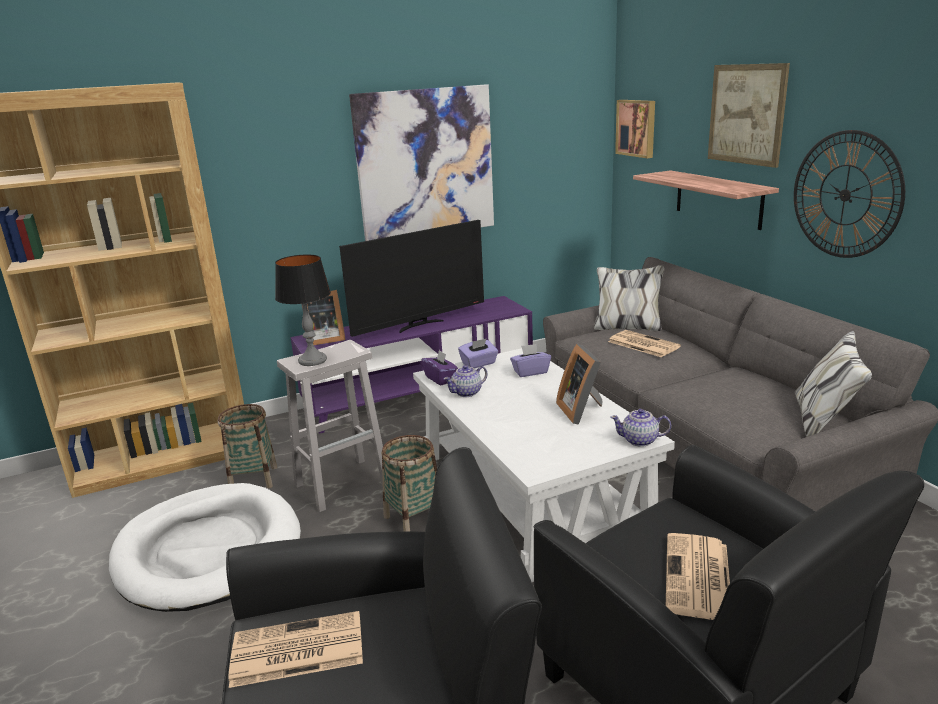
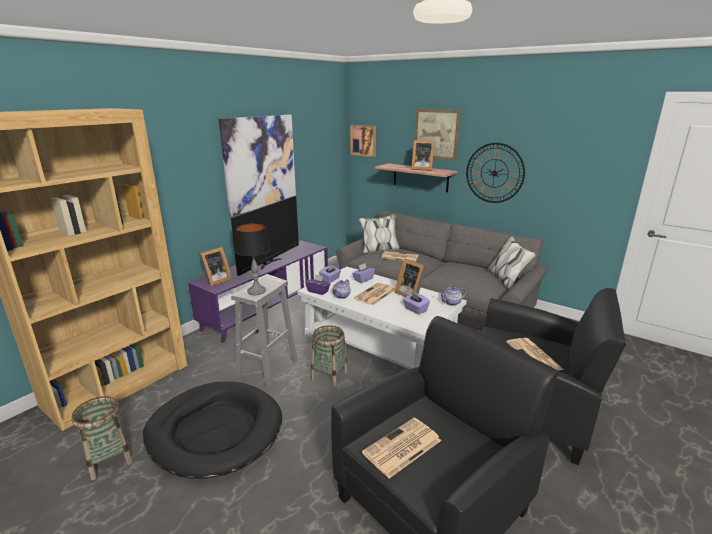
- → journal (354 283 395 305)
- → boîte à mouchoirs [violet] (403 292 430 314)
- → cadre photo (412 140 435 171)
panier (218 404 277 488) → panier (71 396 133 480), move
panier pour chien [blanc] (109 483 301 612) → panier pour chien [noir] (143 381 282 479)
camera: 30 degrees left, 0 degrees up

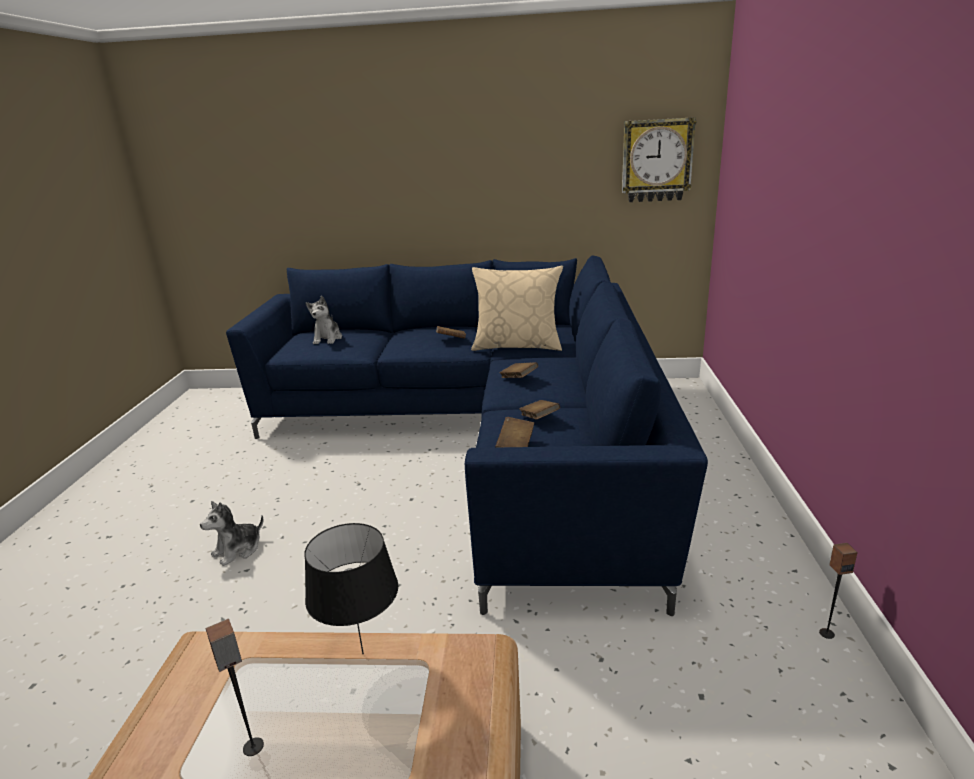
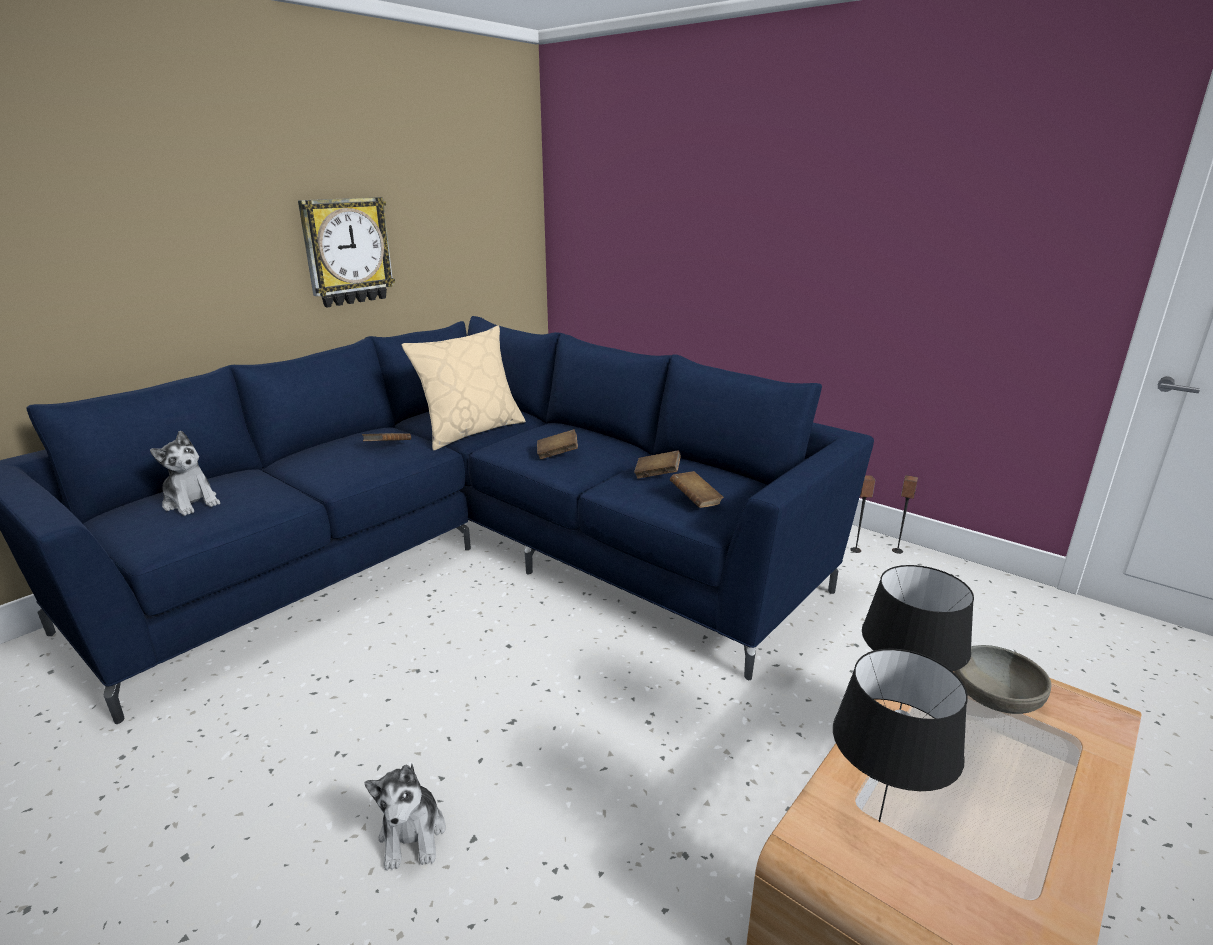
- → lampe de table [noir] (833 648 968 822)
- → bol [gris] (954 645 1052 714)
enceinte (206 619 264 756) → enceinte (850 475 875 553), move
horloge murale (622 117 696 202) → horloge murale (298 197 395 308), move
camera: 55 degrees left, 0 degrees up

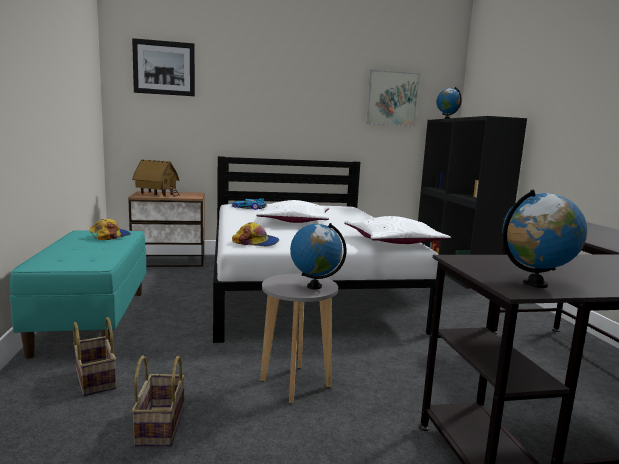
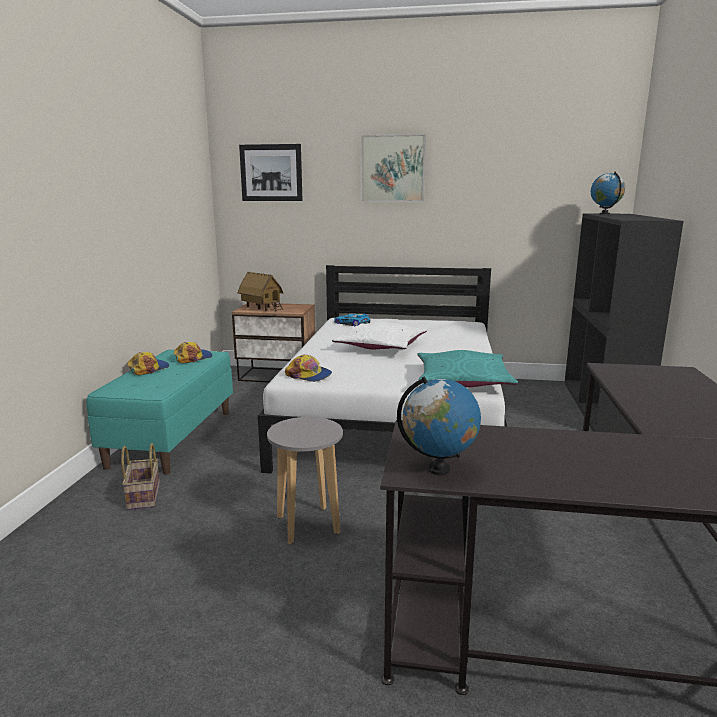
panier (132 356 185 447) → -
globe (290 223 347 290) → -
- → casquette (127 352 169 375)
tableau (366 69 420 127) → tableau (361 134 426 201), move
coussin [blanc] (344 216 451 244) → coussin [turquoise] (418 350 518 387)
camera: 20 degrees right, 5 degrees up

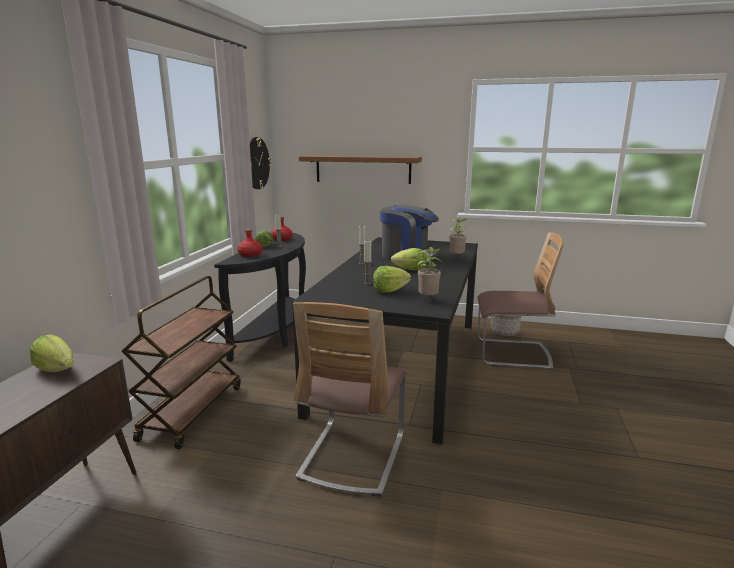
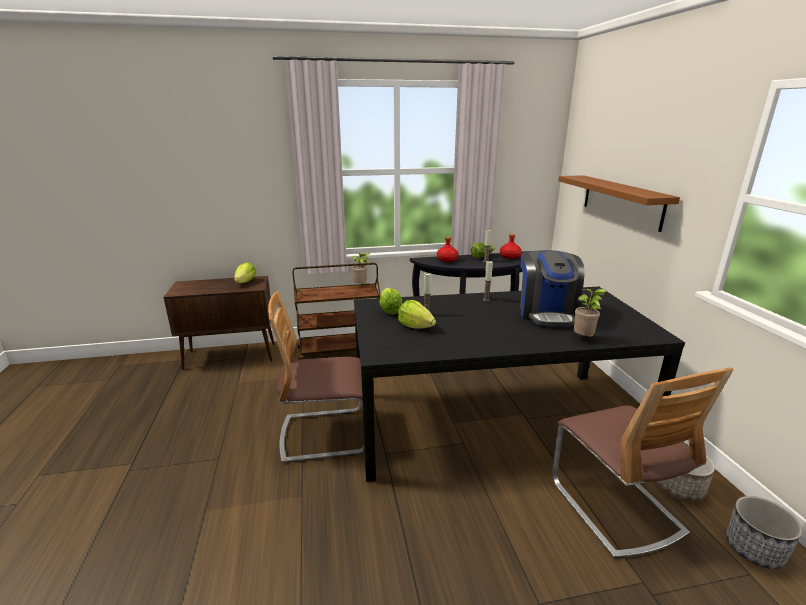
horloge murale (250 137 271 189) → -
- → cache-pot (726 496 802 569)
laitue (391 248 426 271) → laitue (380 288 402 315), move
plante en pot (418 247 442 296) → plante en pot (352 252 370 284), move
camera: 65 degrees right, 5 degrees up

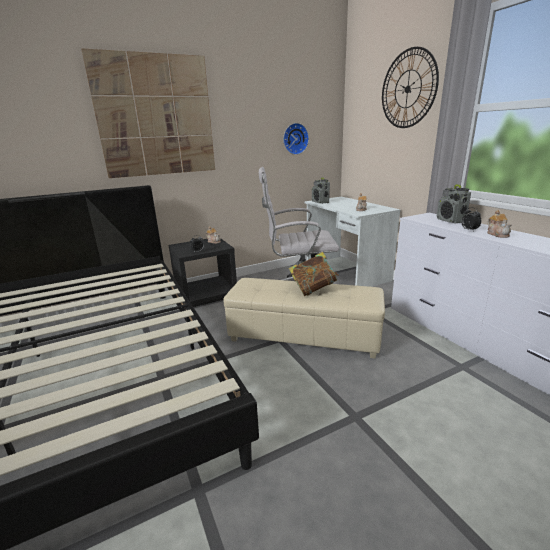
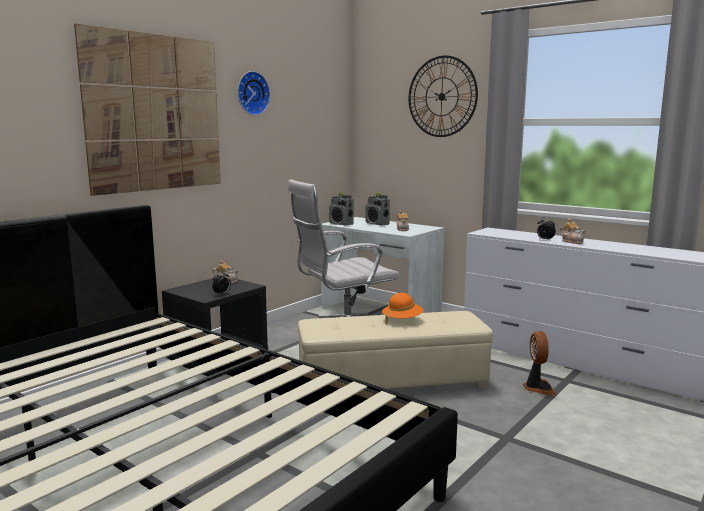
- → ventilateur (523 331 557 396)
horloge murale (283 123 309 155) → horloge murale (238 71 270 116), move
radio (437 184 471 224) → radio (365 193 390 226), move
livre (289 252 339 296) → chapeau [orange] (382 293 423 324)
camera: 25 degrees left, 10 degrees down

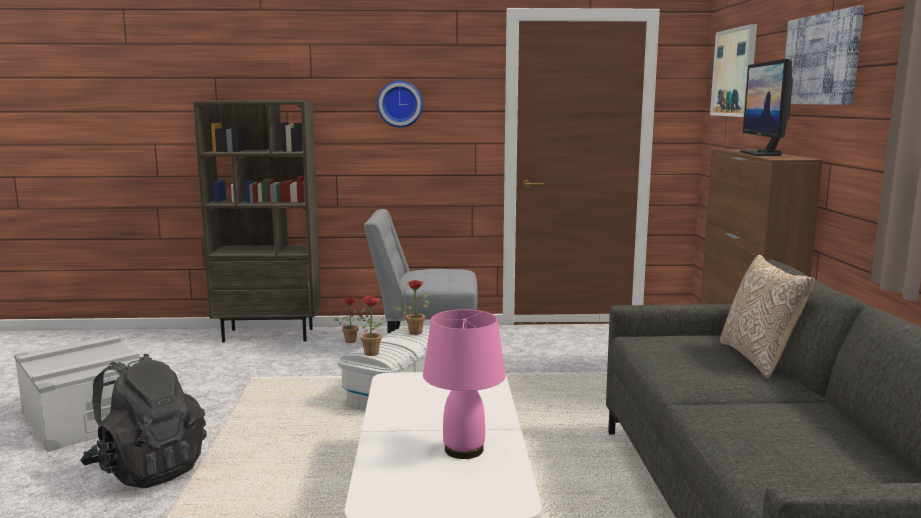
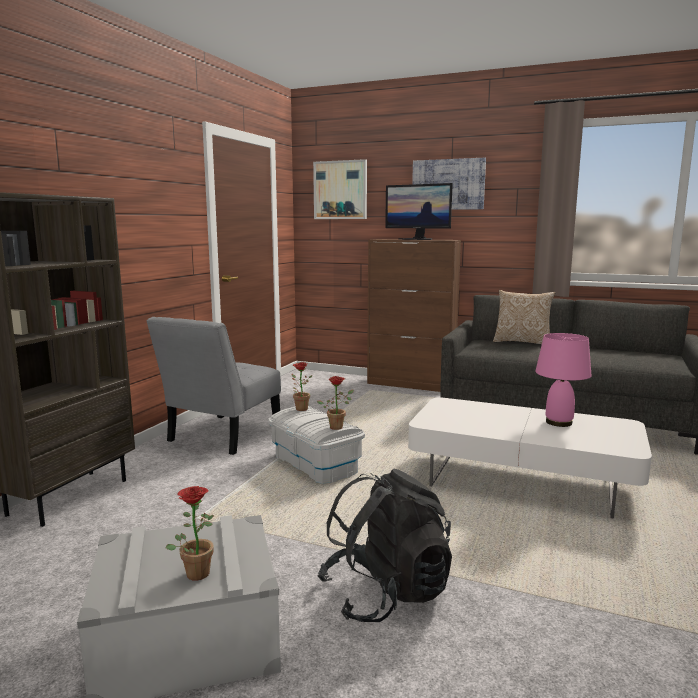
horloge murale (377 81 423 128) → -
plante en pot (334 297 366 343) → plante en pot (166 486 214 581), move
camera: 65 degrees left, 0 degrees up

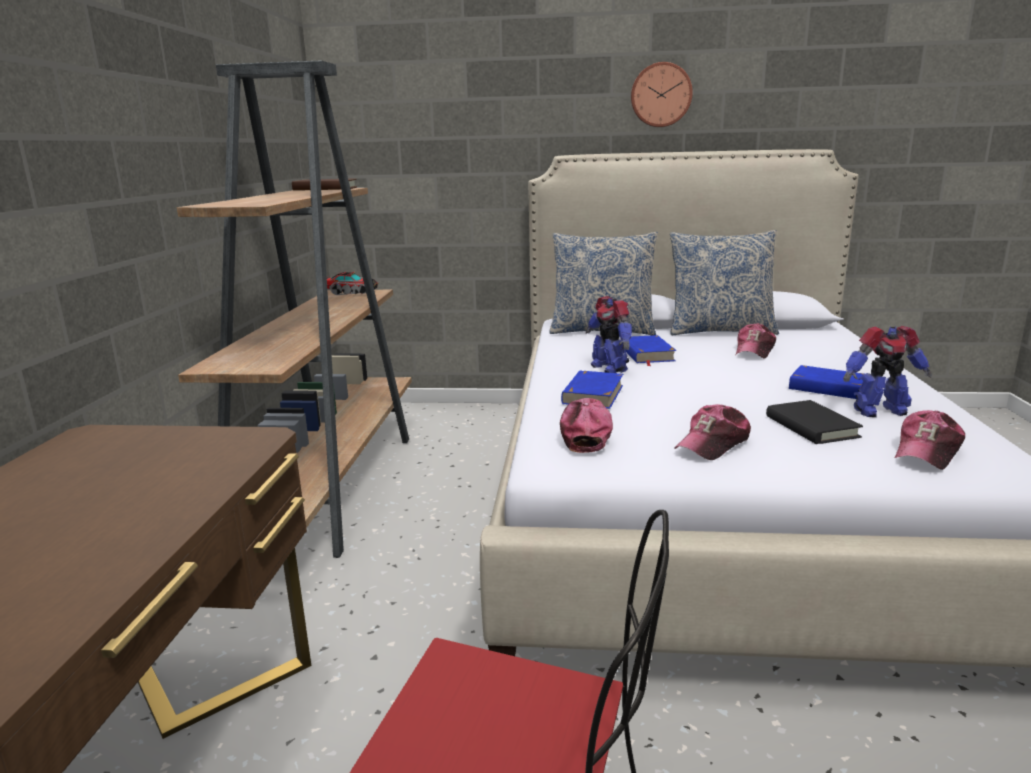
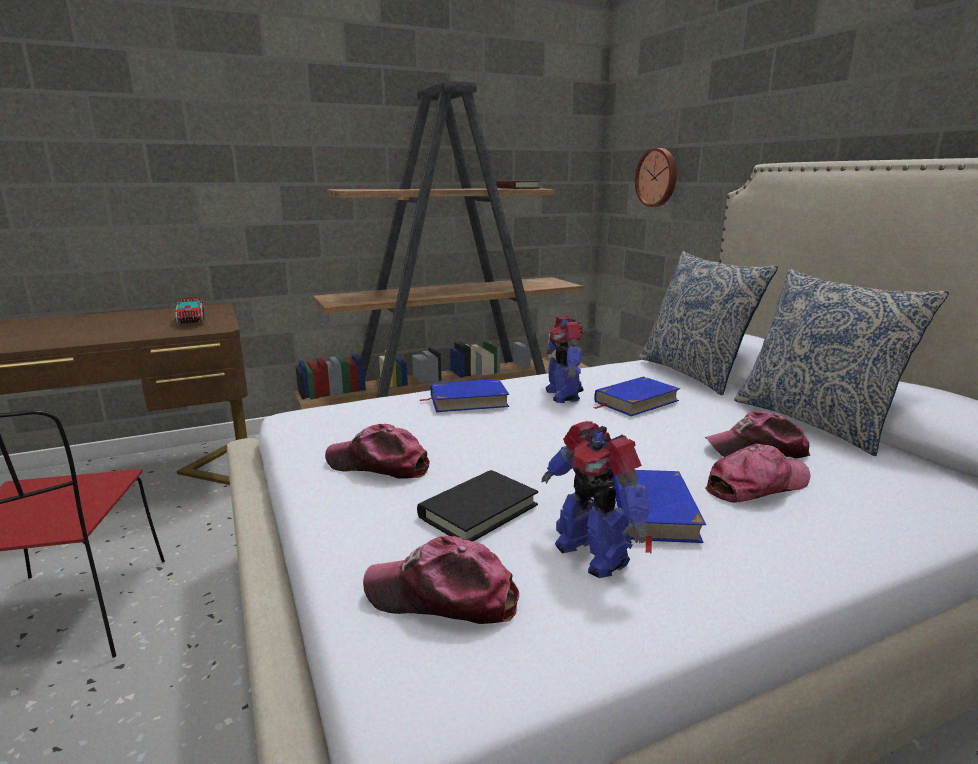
camion jouet (327 272 379 295) → camion jouet (175 296 205 325), move
casquette (560 398 613 453) → casquette (705 443 811 503), move
horloge murale (631 62 693 127) → horloge murale (635 148 677 207), move
robot jouet (586 296 632 373) → robot jouet (546 316 584 403), 45 degrees counterclockwise
camera: 60 degrees right, 0 degrees up

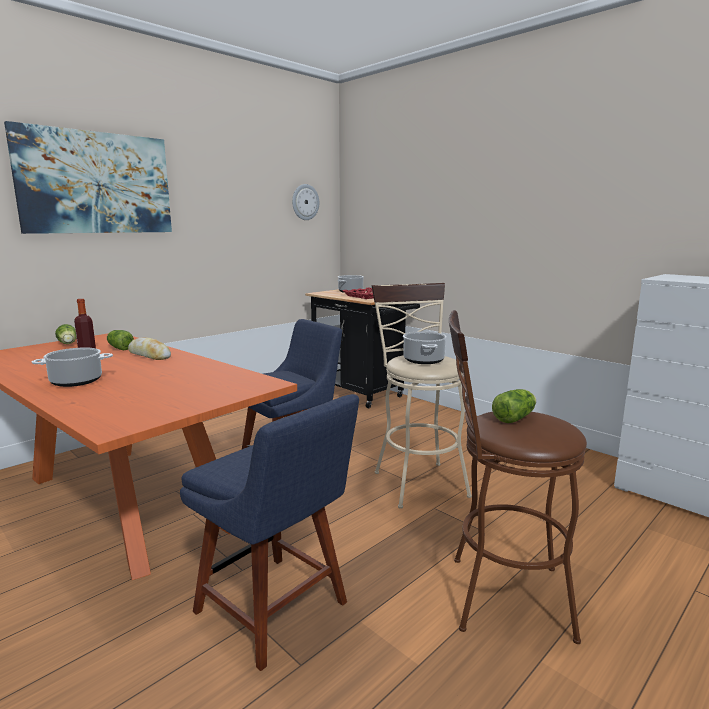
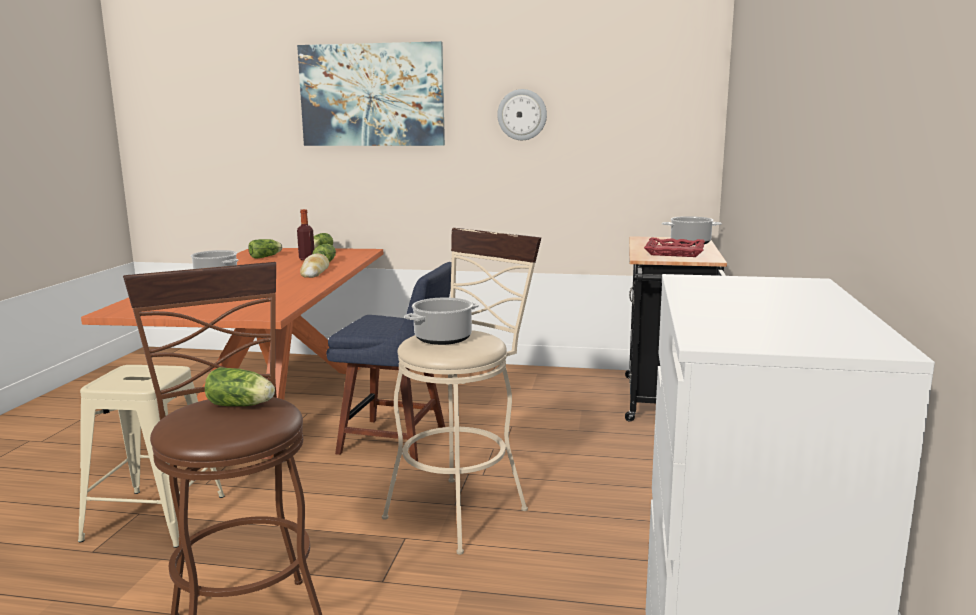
- → laitue (248 239 282 259)
horloge murale (292 184 319 220) → horloge murale (497 89 547 140), move
chaise [bleu] (180 394 359 671) → tabouret [beige] (78 365 225 548)
camera: 55 degrees right, 0 degrees up

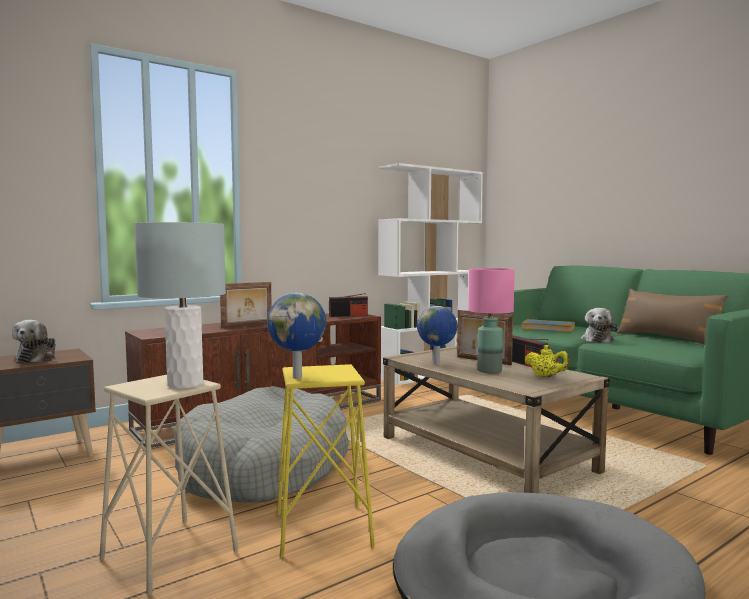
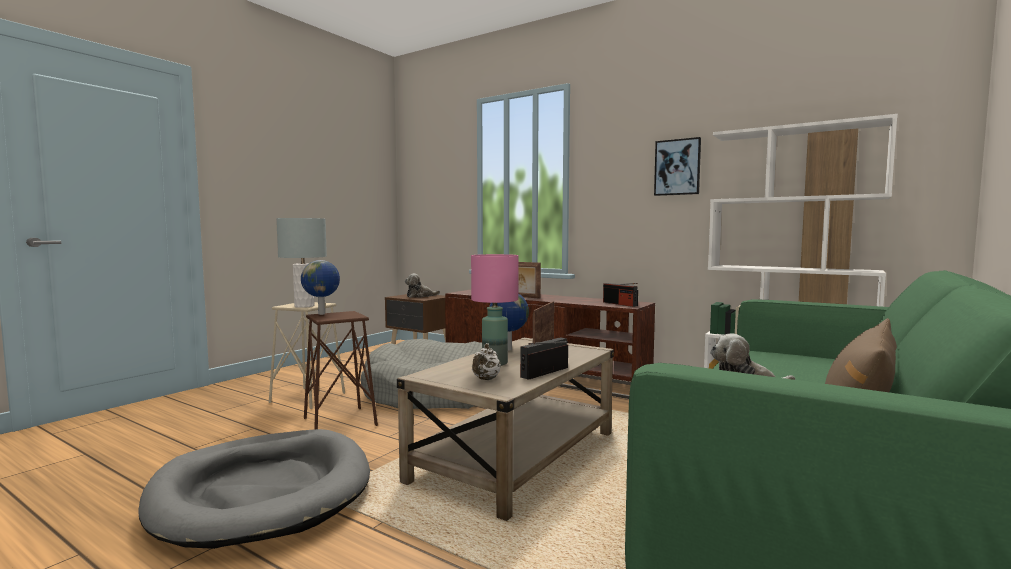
livre (521 319 575 332) → -
- → tableau (654 137 701 196)
tabouret [jaune] (277 364 375 558) → tabouret [marron] (304 311 378 429)
théière [jaune] (525 345 570 377) → théière [blanc] (472 343 501 380)
camera: 70 degrees right, 0 degrees up

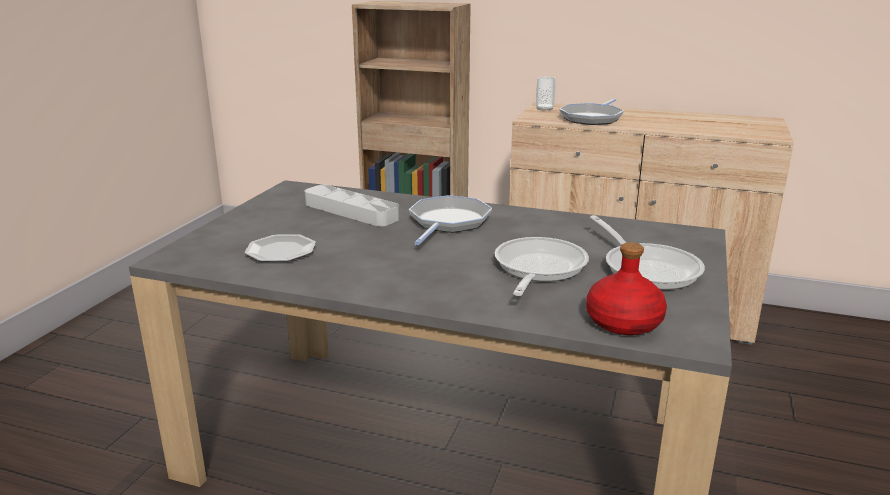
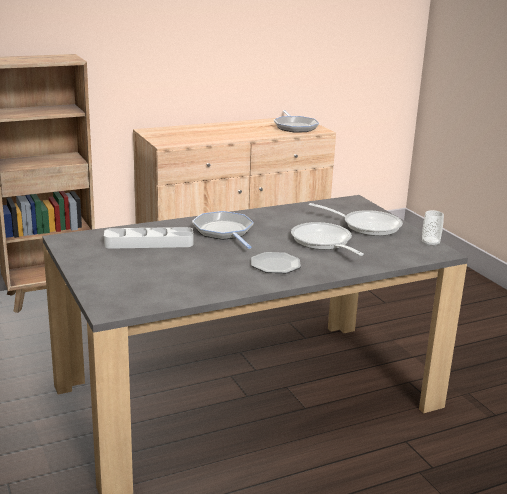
bouteille [rouge] (586 242 667 335) → -
assiette (244 234 316 262) → assiette (251 252 301 273), move
tasse (536 77 555 111) → tasse (422 210 444 247), move
poêle (559 99 624 125) → poêle (274 110 319 132), move
camera: 45 degrees left, 0 degrees up

